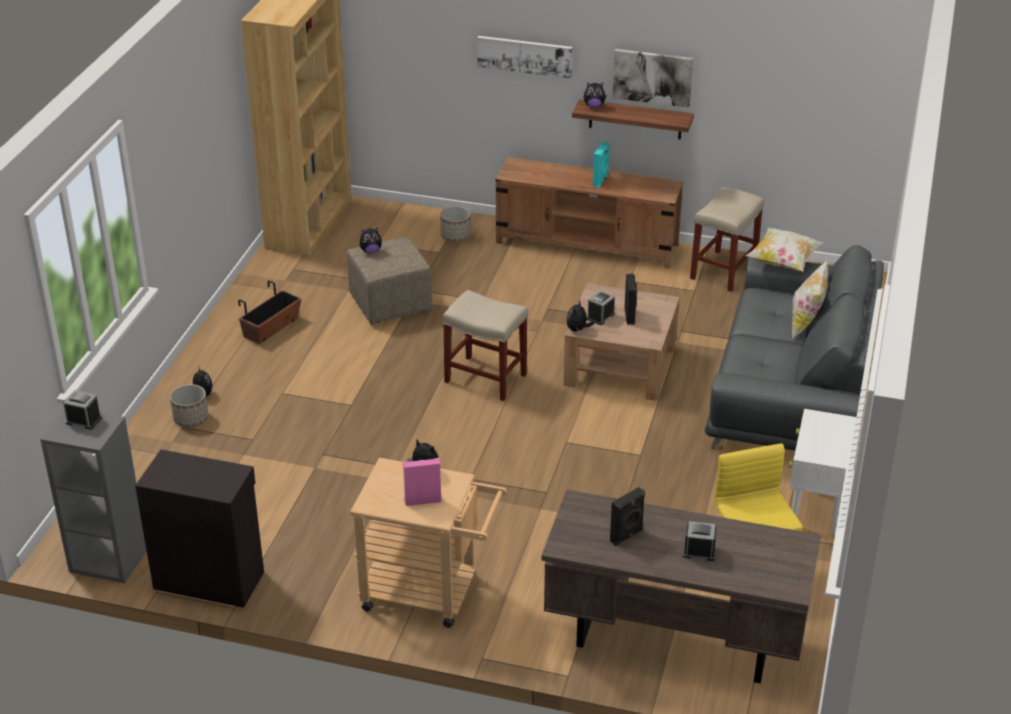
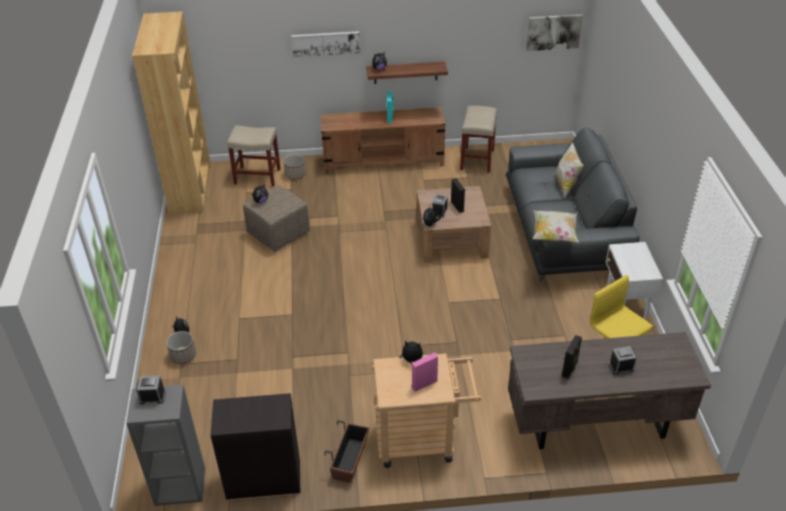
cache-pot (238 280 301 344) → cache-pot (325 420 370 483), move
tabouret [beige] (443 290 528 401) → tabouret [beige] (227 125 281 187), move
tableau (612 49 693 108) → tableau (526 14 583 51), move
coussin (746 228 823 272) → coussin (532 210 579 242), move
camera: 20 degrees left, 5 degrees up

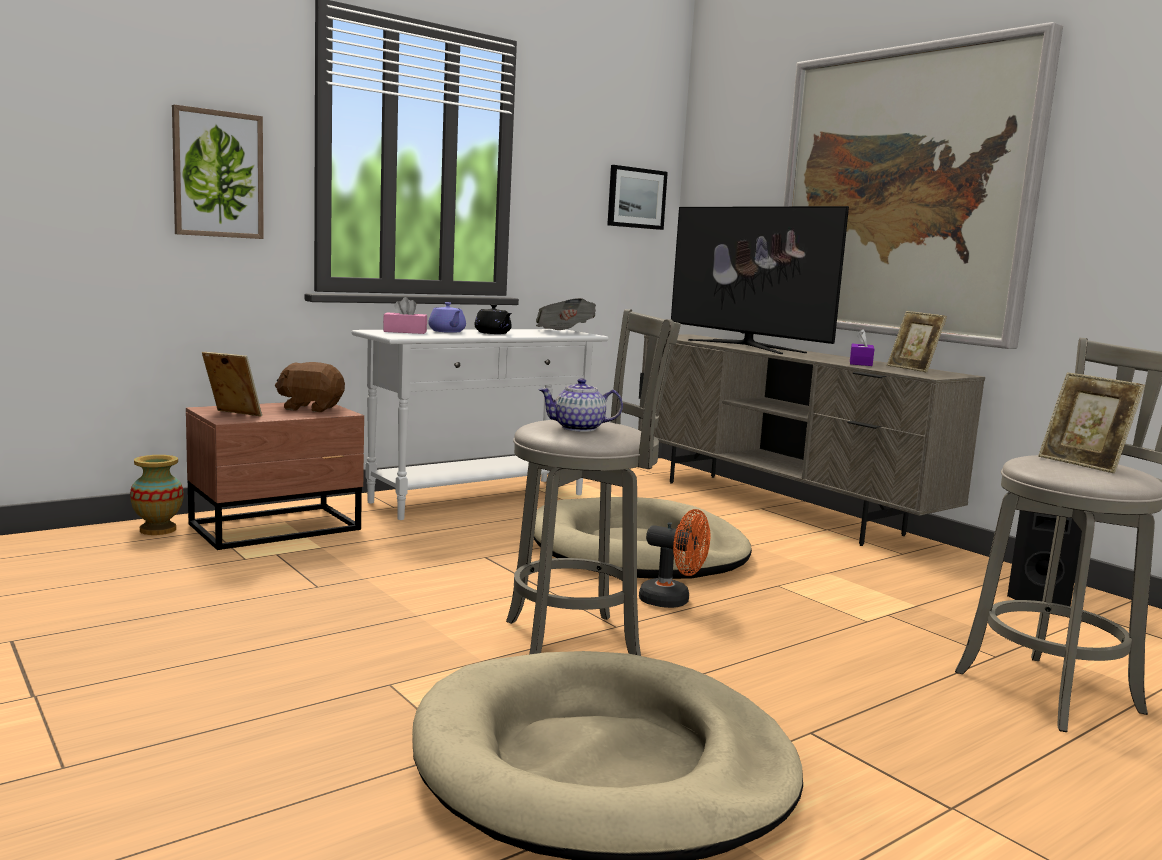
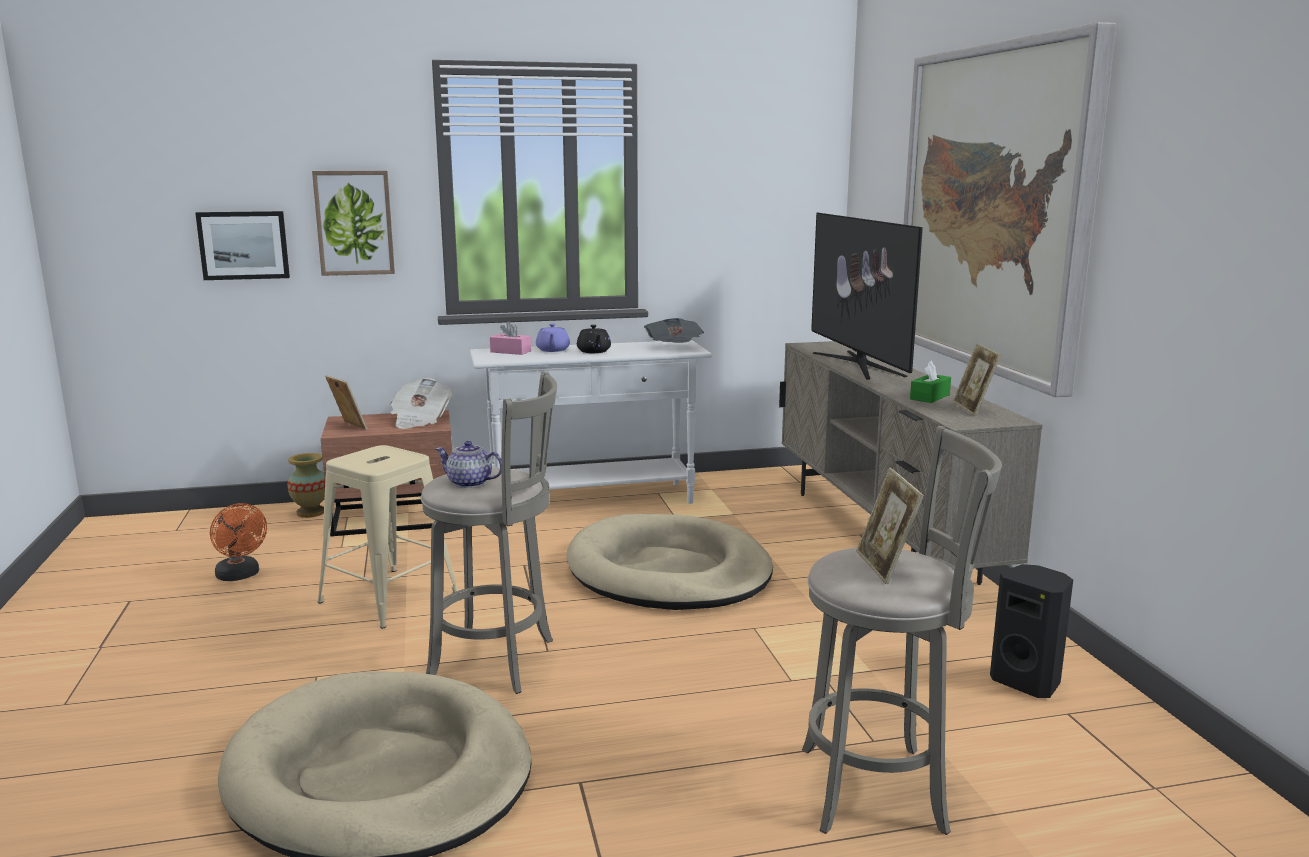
- → tabouret [beige] (318 445 458 629)
tableau (607 165 668 230) → tableau (195 211 290 280), move
ventilateur [orange] (639 509 710 608) → ventilateur [orange] (210 503 267 581), move
peluche [marron] (275 362 345 412) → journal (391 378 452 429)
boîte à mouchoirs [violet] (850 329 874 366) → boîte à mouchoirs [vert] (910 361 951 403)
camera: 25 degrees right, 5 degrees up

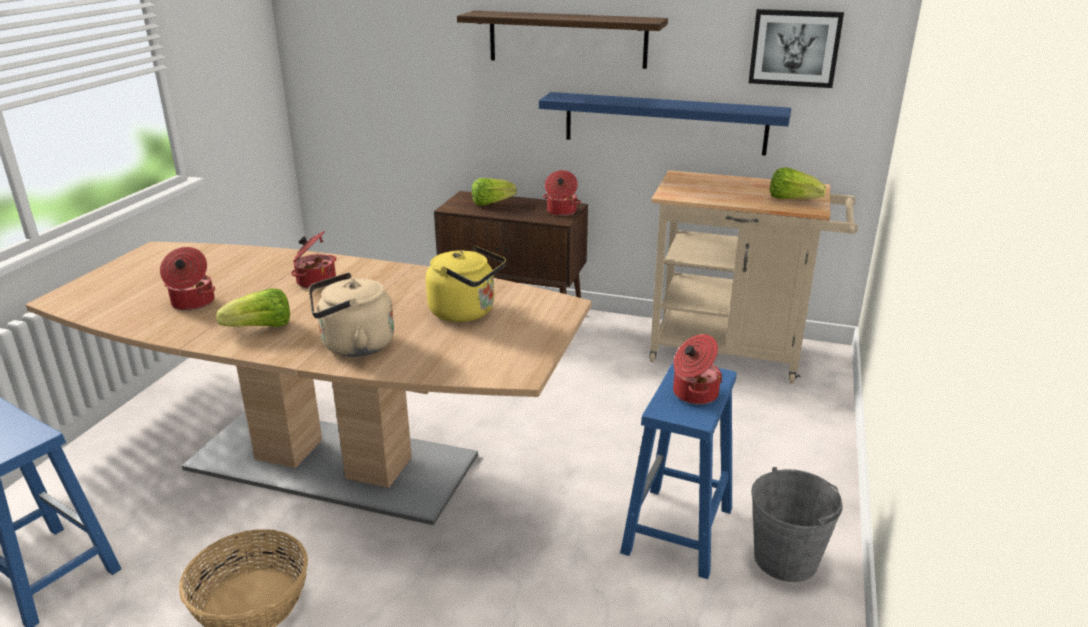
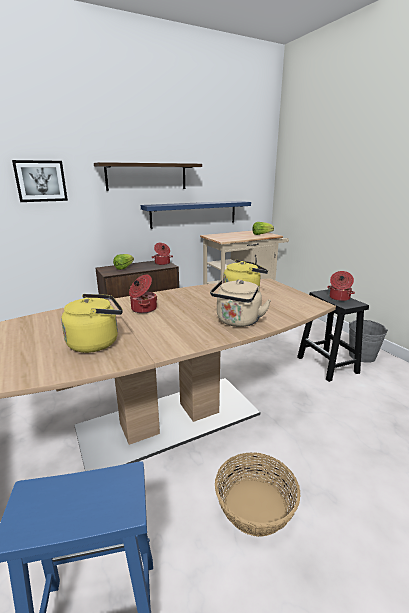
laitue (216 288 290 327) → -
tableau (749 9 844 88) → tableau (12 160 68 202), move
marmite (160 247 215 311) → bouilloire [jaune] (61 294 123 353)
tabouret [bleu] (620 361 737 579) → tabouret [noir] (297 289 369 382)
camera: 45 degrees left, 5 degrees down

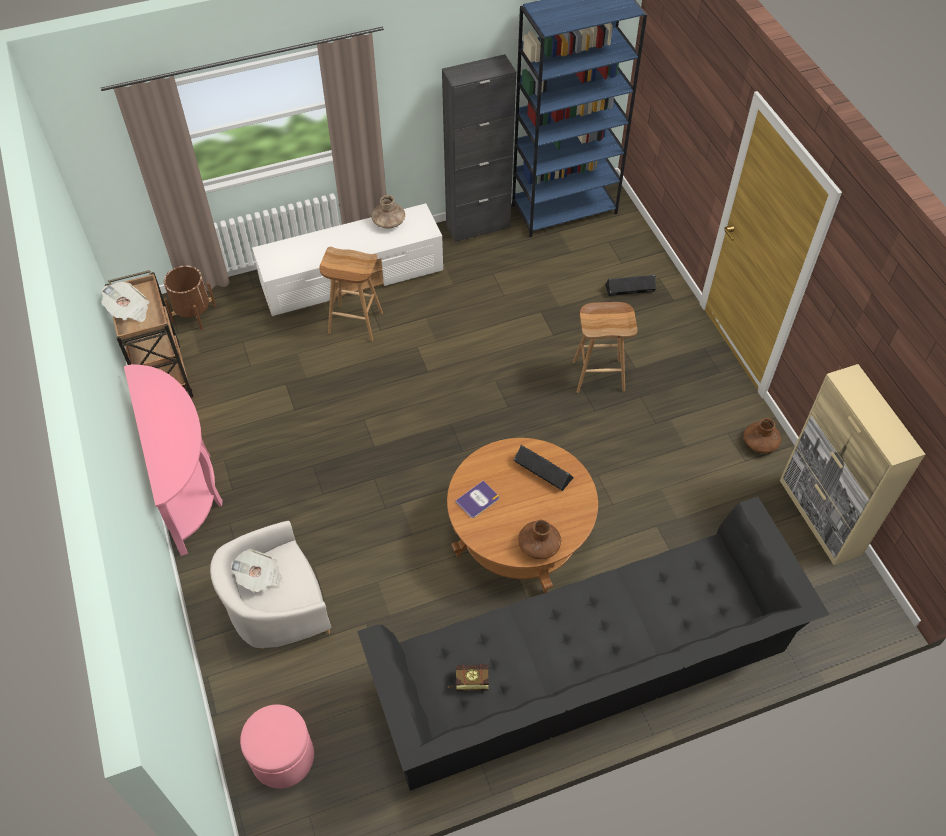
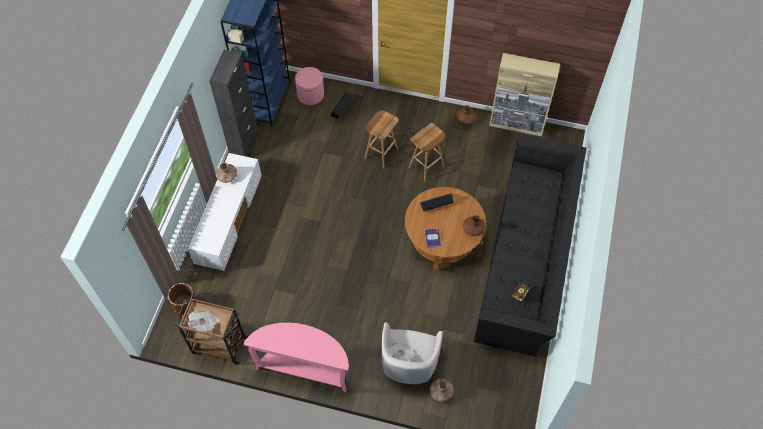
- → vase [marron] (430 379 454 402)
pouf [rose] (240 705 314 789) → pouf [rose] (295 67 324 105), move
tabouret [marron] (319 247 383 341) → tabouret [marron] (409 123 445 182), move
camera: 55 degrees left, 5 degrees up

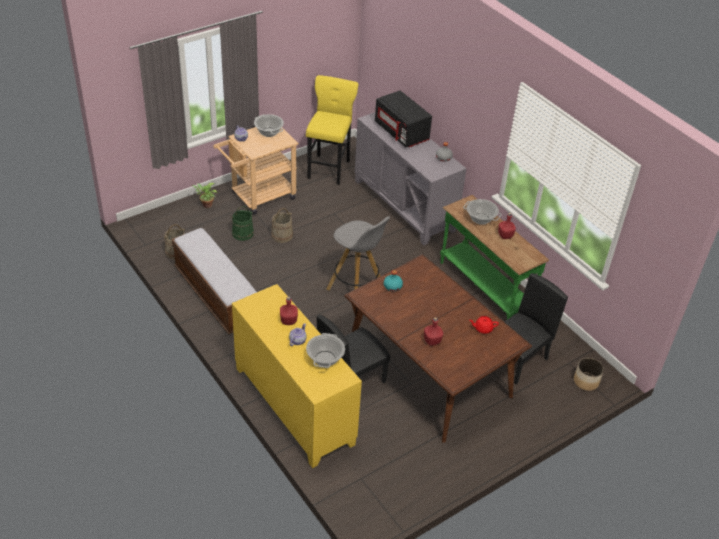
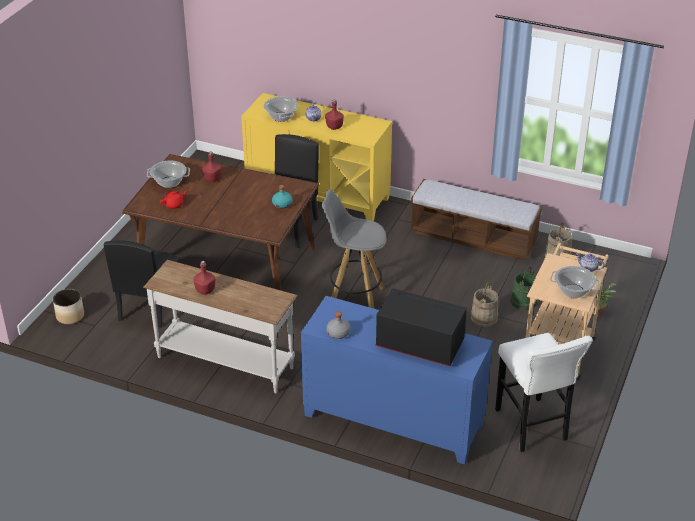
marmite (463 199 502 225) → marmite (147 161 190 188), move
tabouret [jaune] (306 75 359 185) → tabouret [blanc] (495 333 593 452)
meuble de rangement [gris] (355 112 467 245) → meuble de rangement [bleu] (301 296 493 465)
table console [vert] (440 195 549 319) → table console [blanc] (143 260 298 393)
camera: 150 degrees right, 5 degrees down

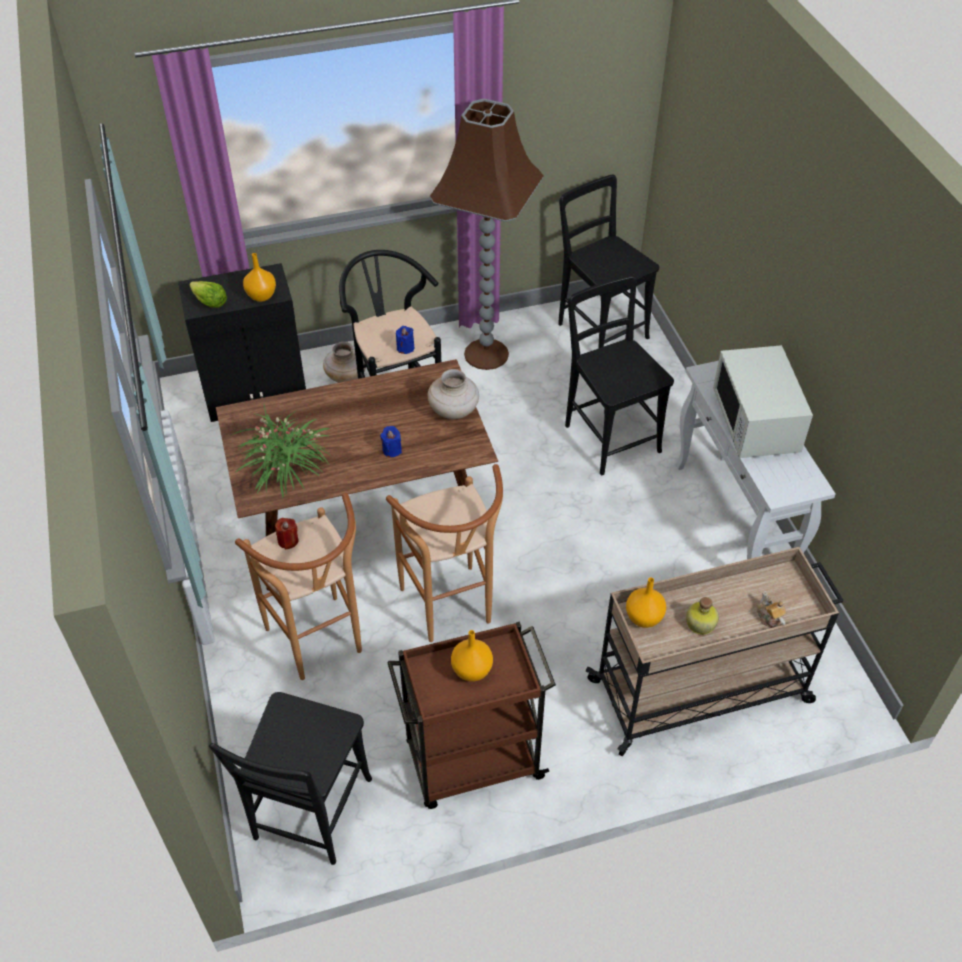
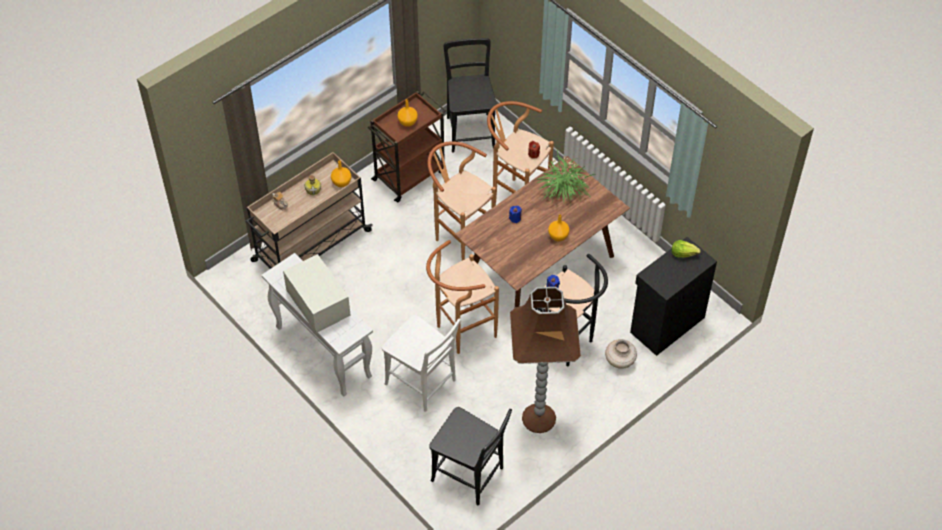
vase [beige] (428 369 479 419) → -
- → tabouret [marron] (426 240 499 354)
vase [orange] (243 253 276 302) → vase [orange] (548 214 569 241), move
chaise [noir] (565 276 674 475) → chaise [blanc] (382 315 461 412)
camera: 155 degrees right, 5 degrees up

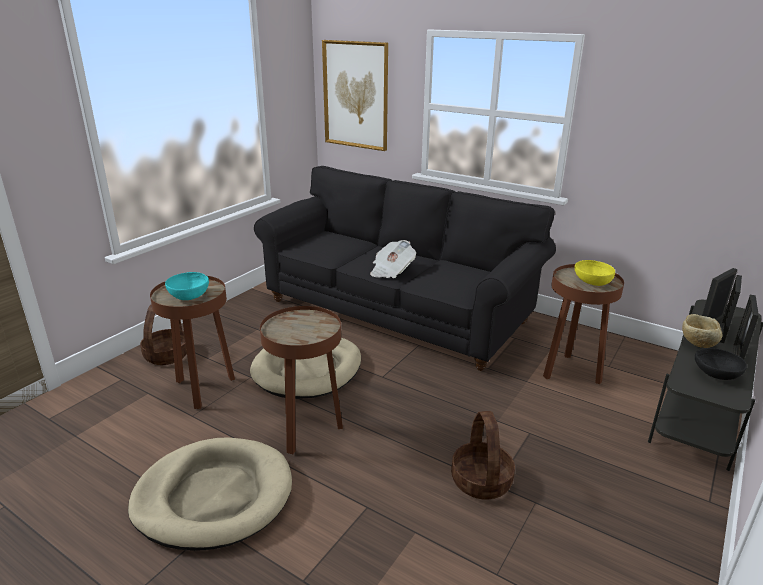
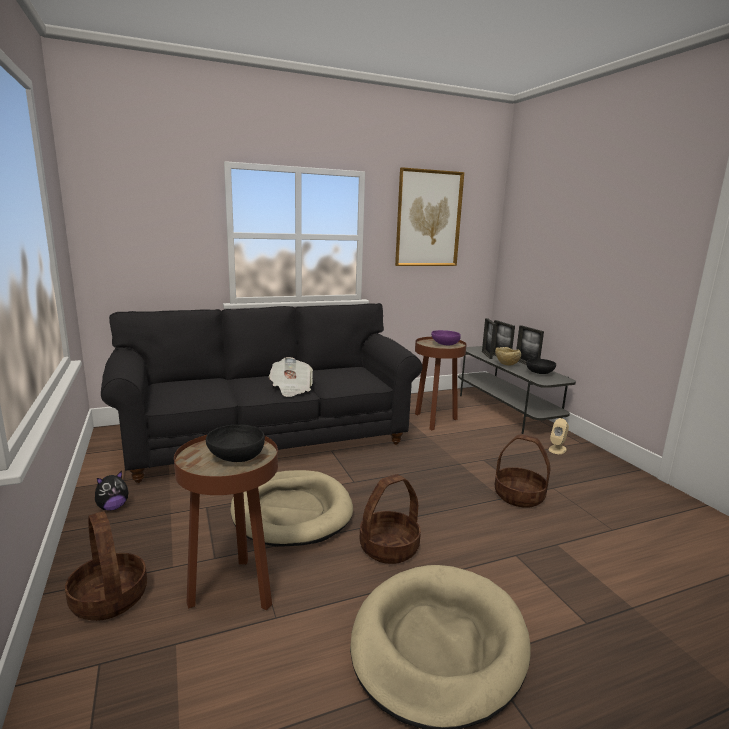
- → peluche (95 471 128 511)
- → enceinte [beige] (548 418 569 454)
tableau (322 40 388 151) → tableau (395 167 464 266), move
table d'appoint [marron] (260 306 343 454) → panier (359 474 421 564)
bol [turquoise] (165 272 209 300) → bol [noir] (206 425 265 462)
bol [jaune] (574 260 615 286) → bol [violet] (431 330 461 345)
camera: 55 degrees left, 10 degrees down

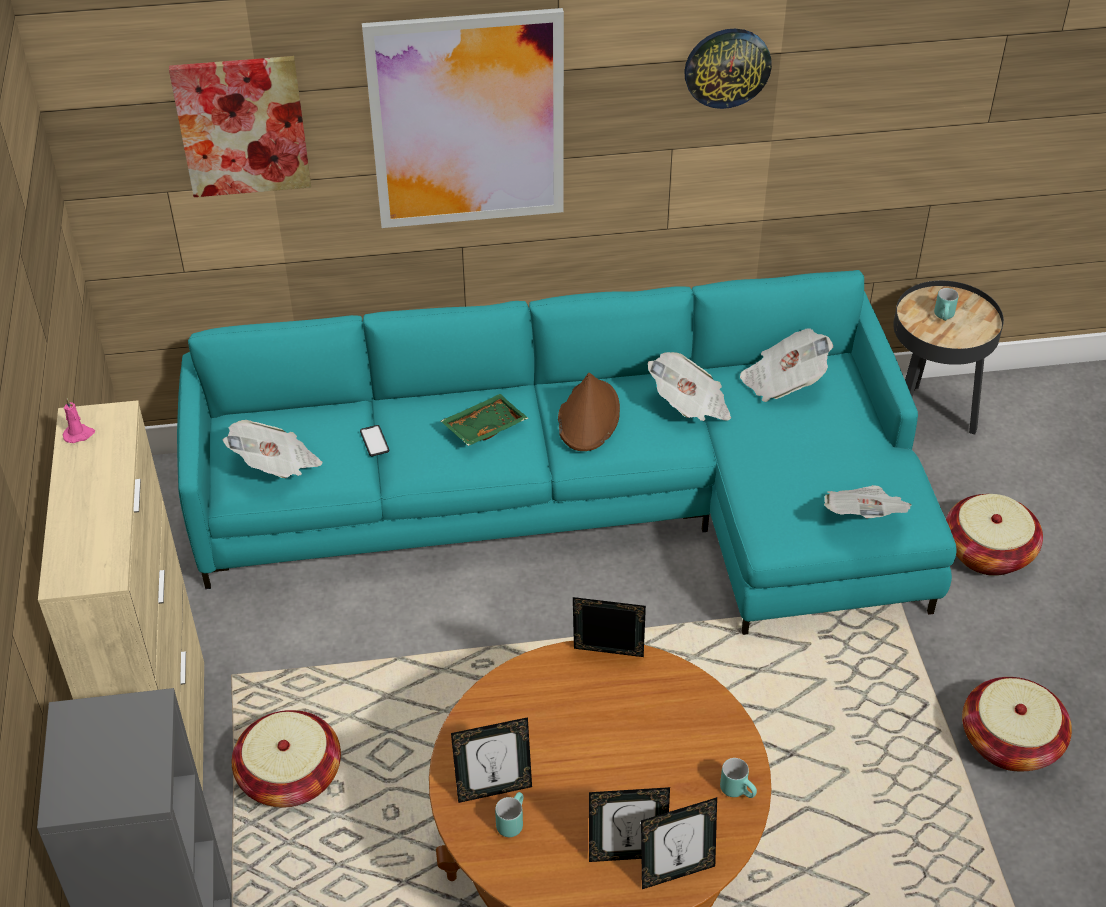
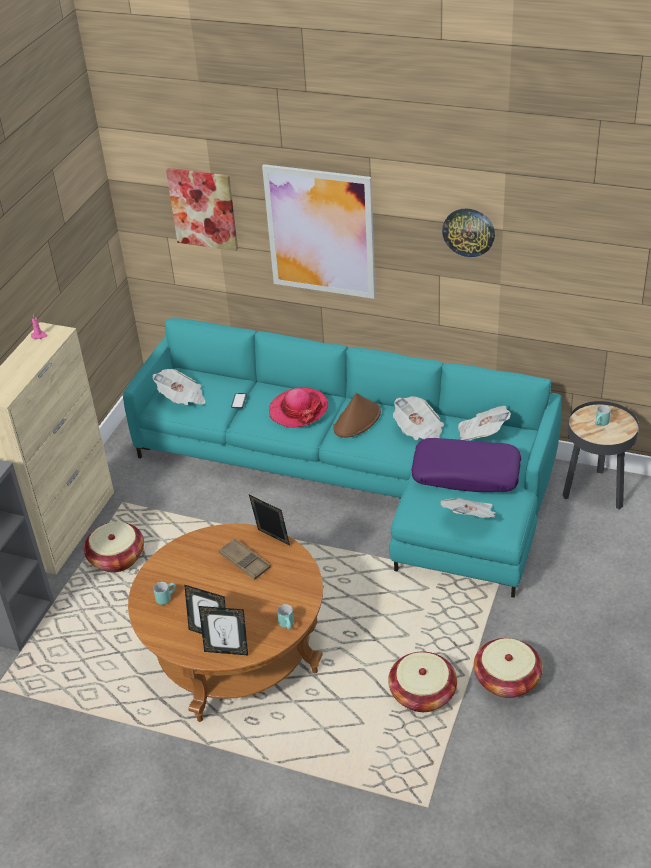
cadre photo (451 717 532 803) → -
- → plateau [marron] (219 538 271 580)
- → coussin [violet] (411 438 521 492)
panier (946 494 1043 576) → panier (388 652 457 712), move
plateau [vert] (441 394 528 446) → chapeau (269 388 329 428)
camera: 30 degrees right, 5 degrees down

